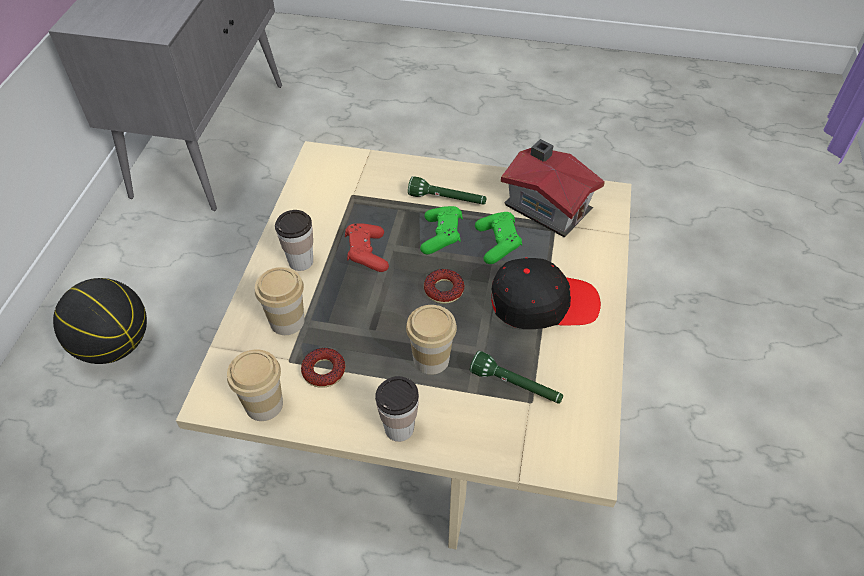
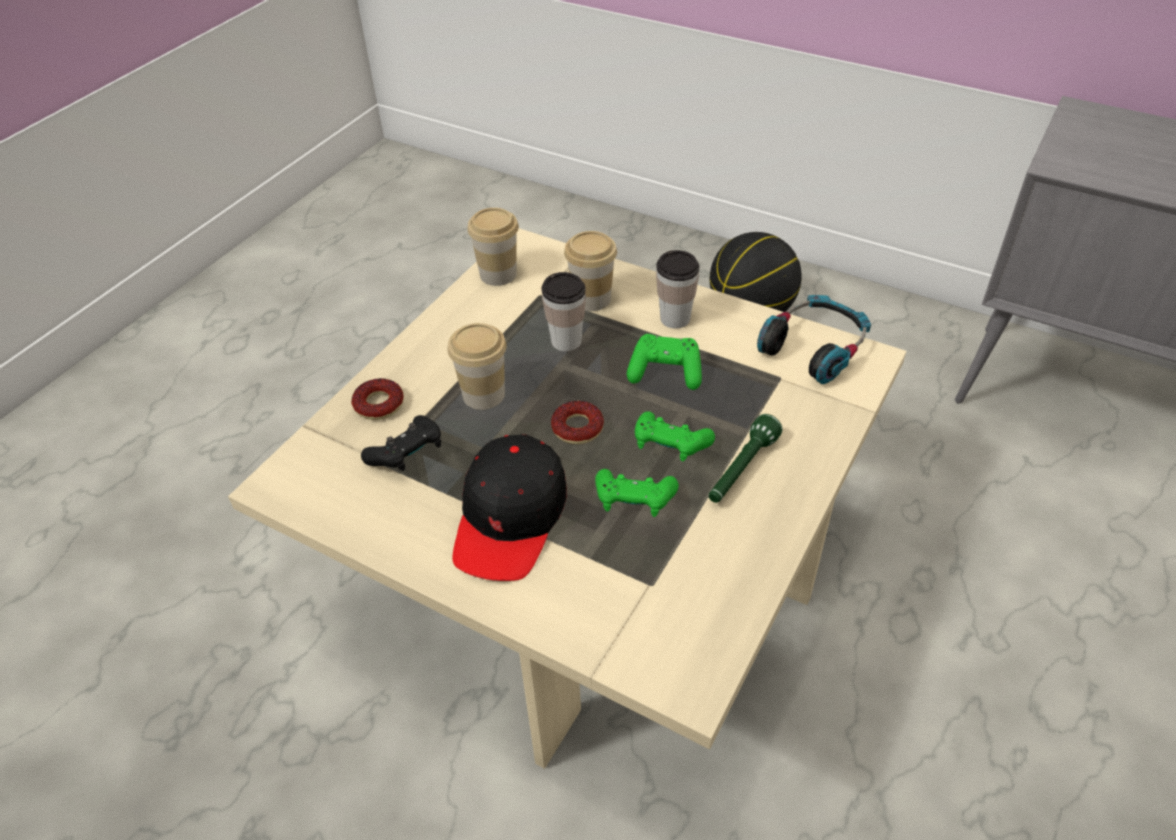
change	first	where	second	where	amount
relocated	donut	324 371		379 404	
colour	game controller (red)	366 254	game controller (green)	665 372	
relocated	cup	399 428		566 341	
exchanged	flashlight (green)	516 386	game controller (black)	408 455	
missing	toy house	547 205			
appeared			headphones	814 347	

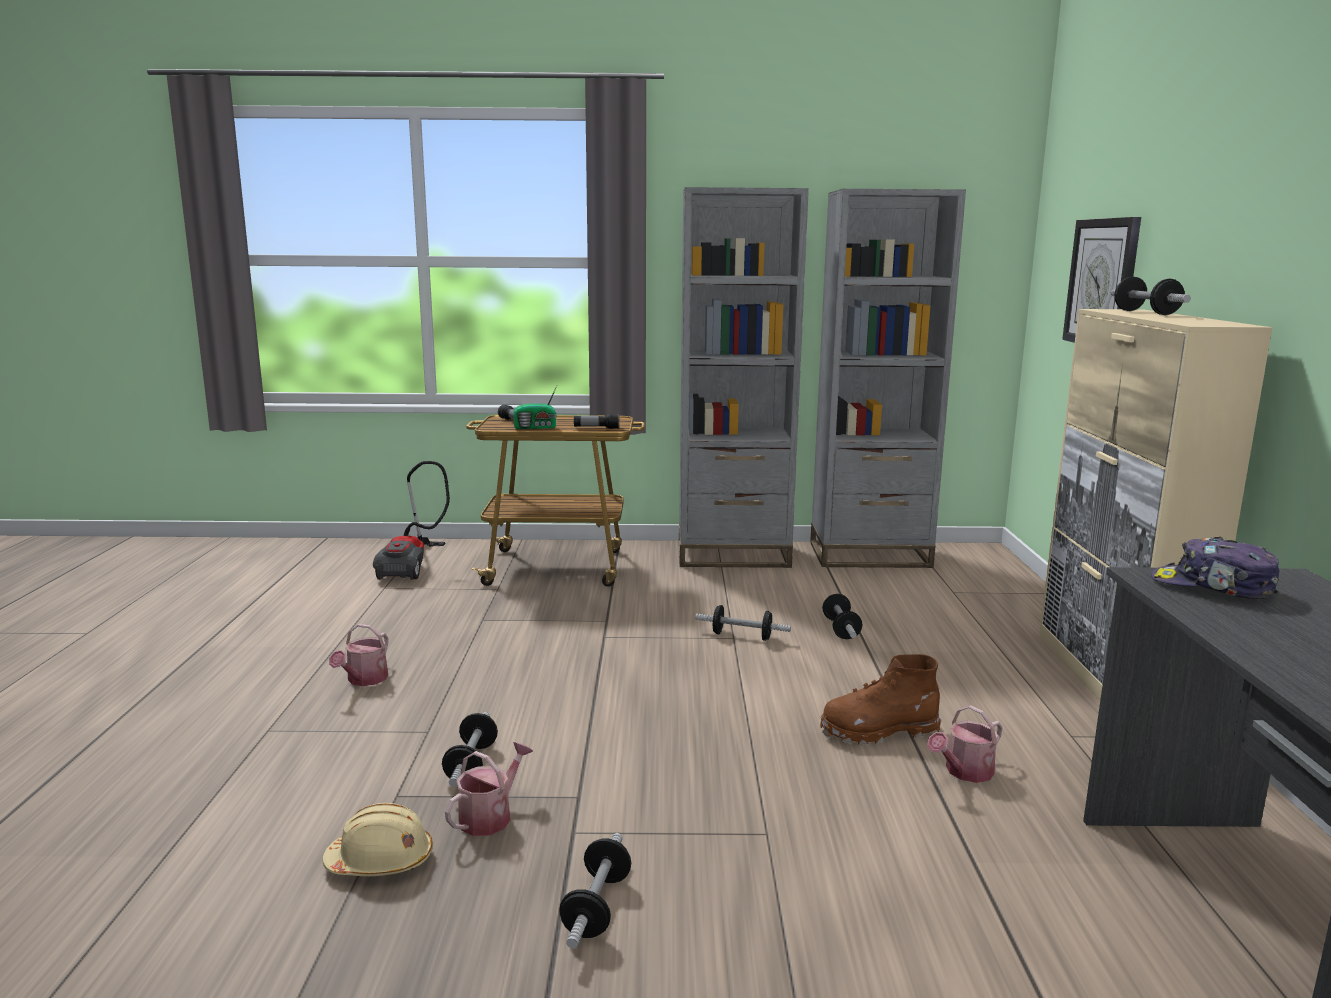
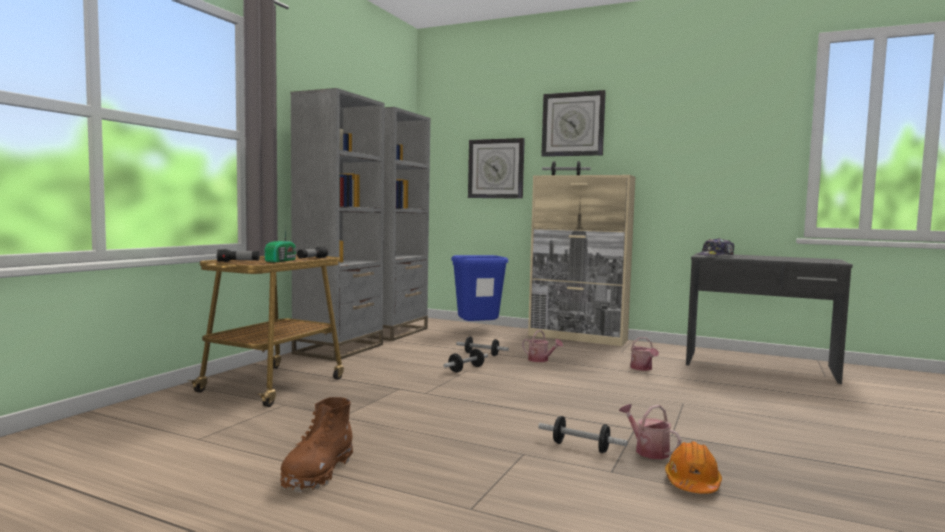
change	first	where	second	where	amount
colour	hard hat (beige)	381 861	hard hat (orange)	692 483	
relocated	watering can	364 680		540 360	
missing	vacuum cleaner	413 566			
missing	dumbbell	597 907			
relocated	boot (brown)	878 731		317 472	
appeared			trash can (blue)	478 331	
appeared			wall clock	573 124	

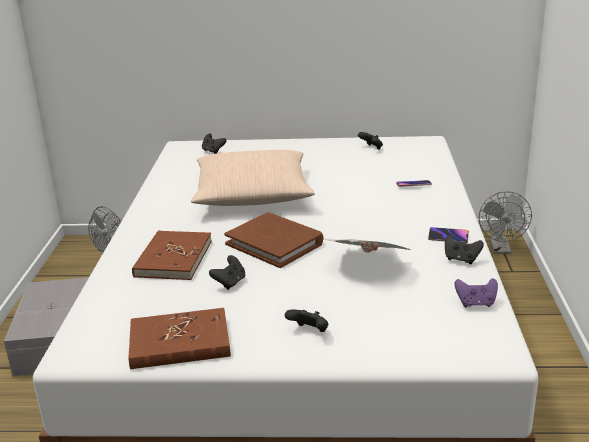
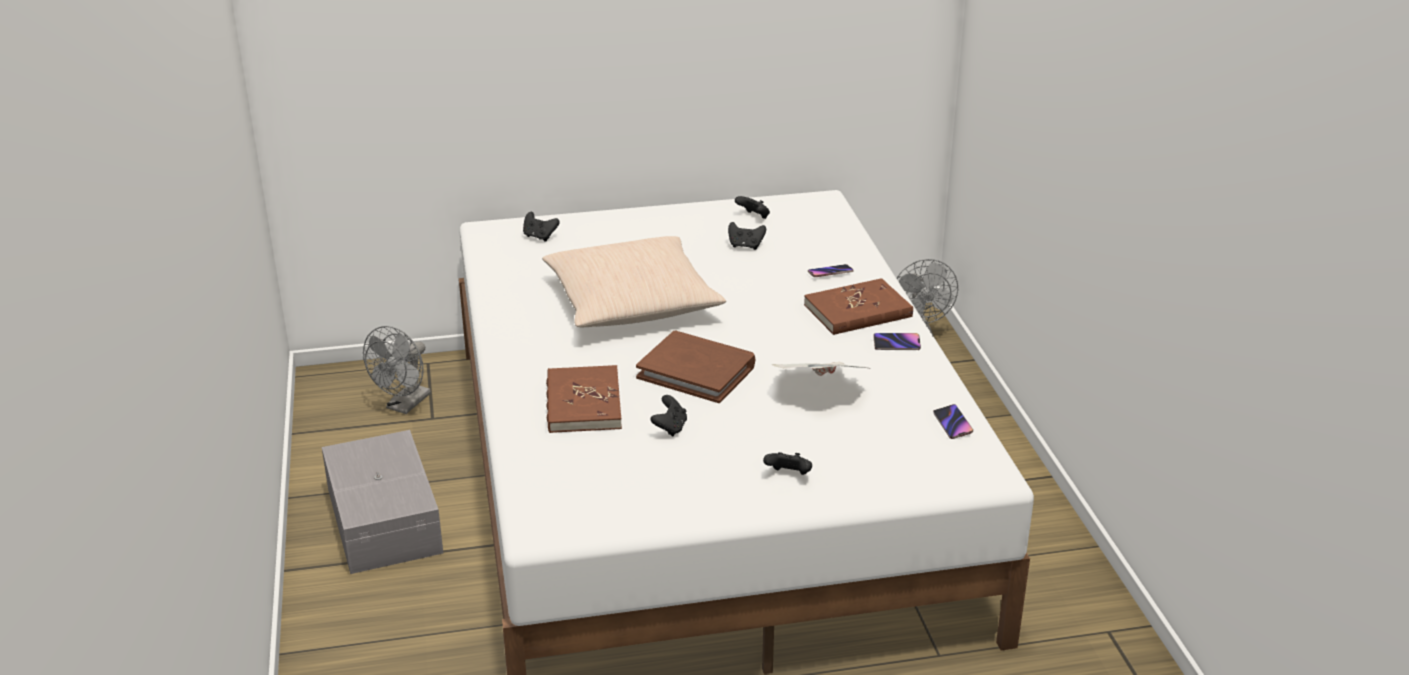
change	first	where	second	where	amount
relocated	book (brown)	180 343		858 311	
relocated	game controller (black)	461 259		745 246	
exchanged	game controller (purple)	476 303	phone	952 424	

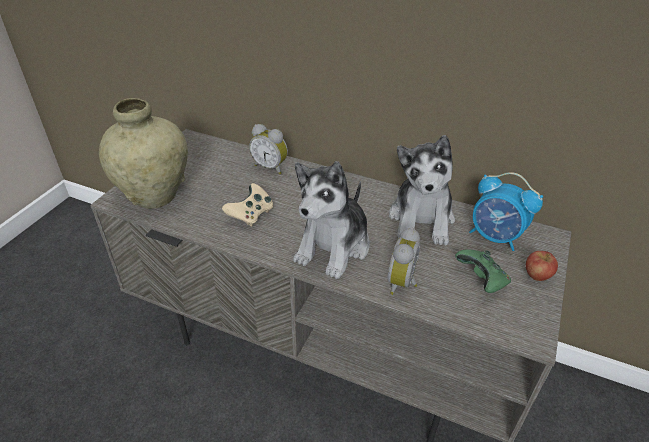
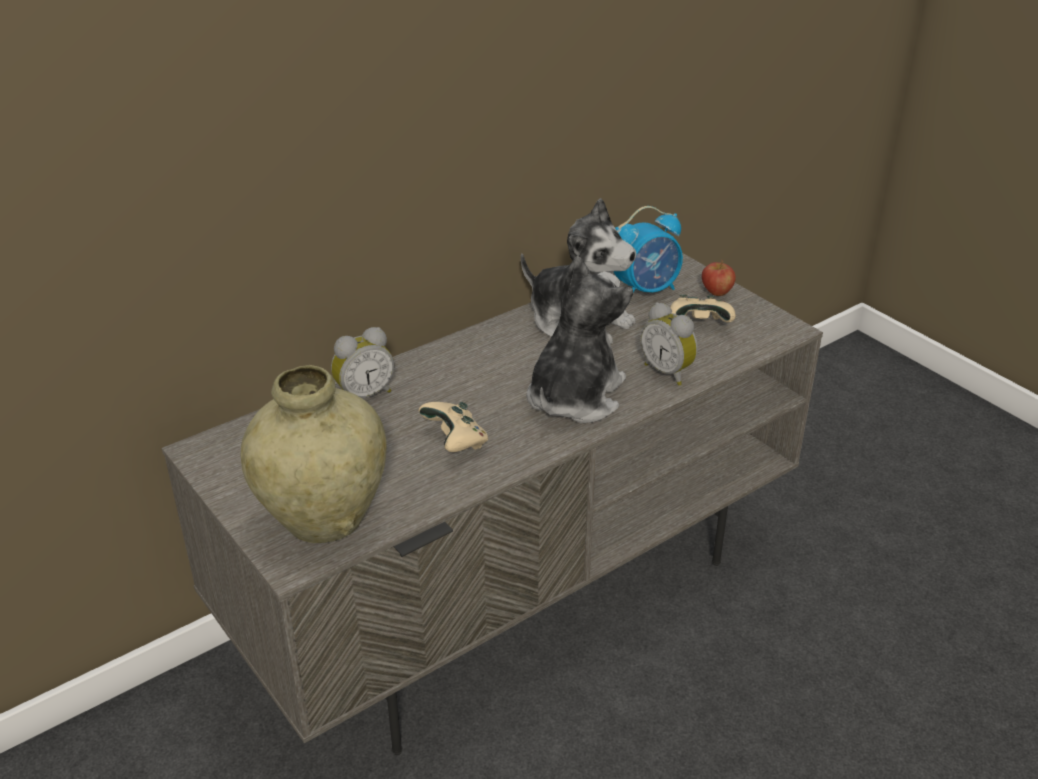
change	first	where	second	where	amount
spun	plush toy	334 246		574 397	120 degrees counterclockwise
colour	game controller (green)	482 280	game controller (beige)	700 324	

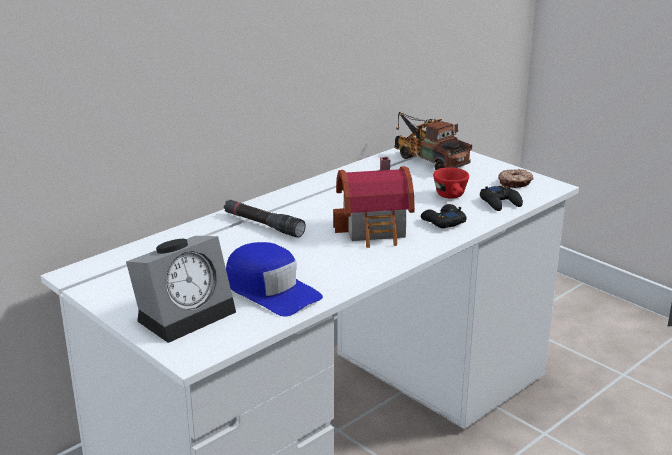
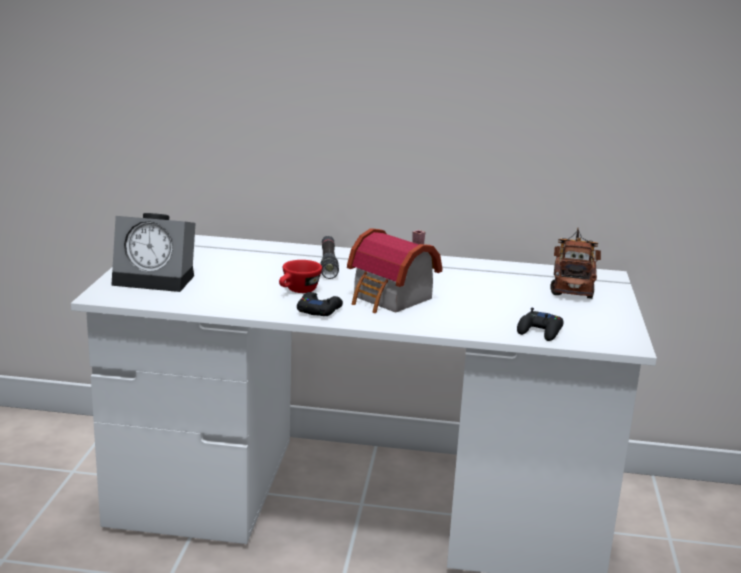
change	first	where	second	where	amount
missing	cap (blue)	271 290			
relocated	game controller (black)	443 221		319 310	
relocated	cup (red)	452 197		298 291	
missing	donut	515 183			

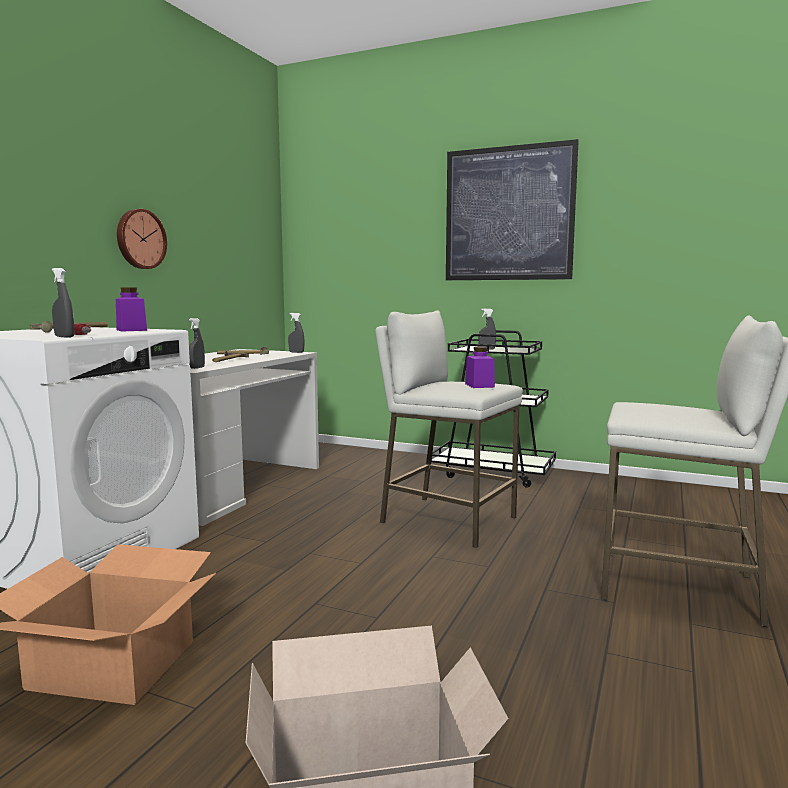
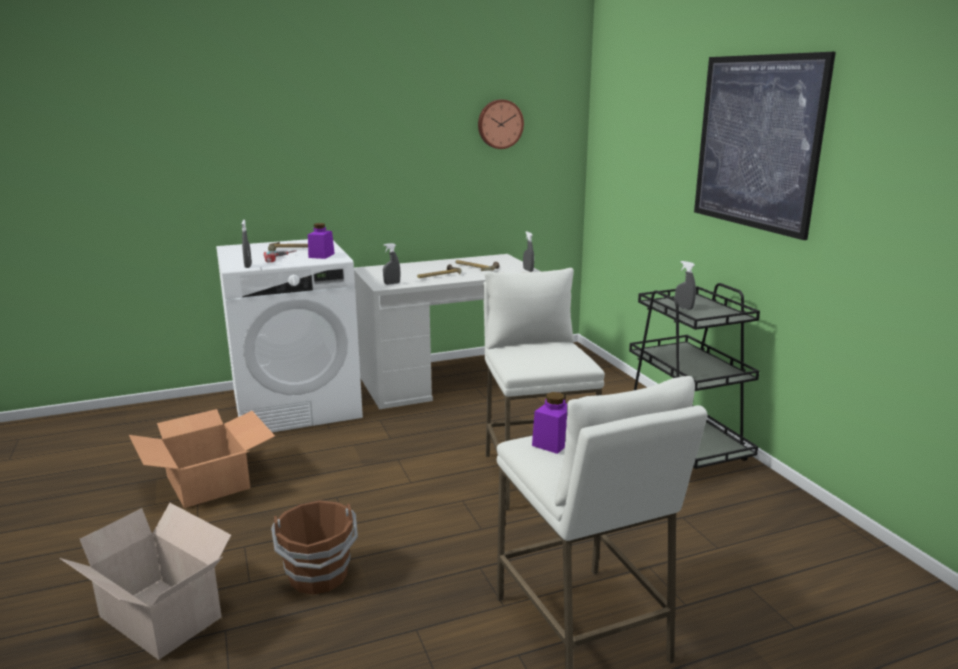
change	first	where	second	where	amount
relocated	wall clock	140 239		499 124	
relocated	jar (purple)	479 385		553 442	
appeared			bucket (brown)	319 576	

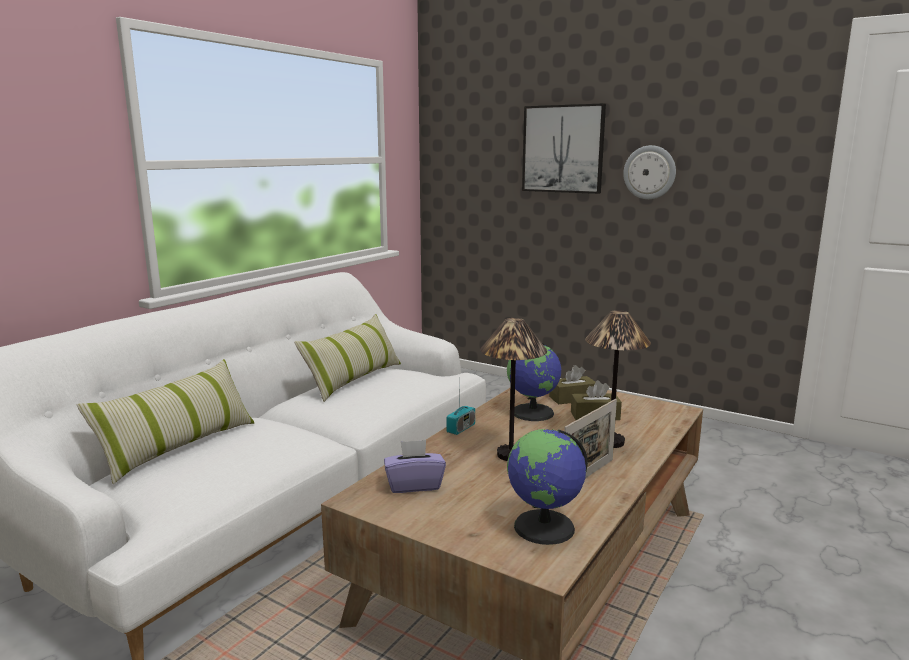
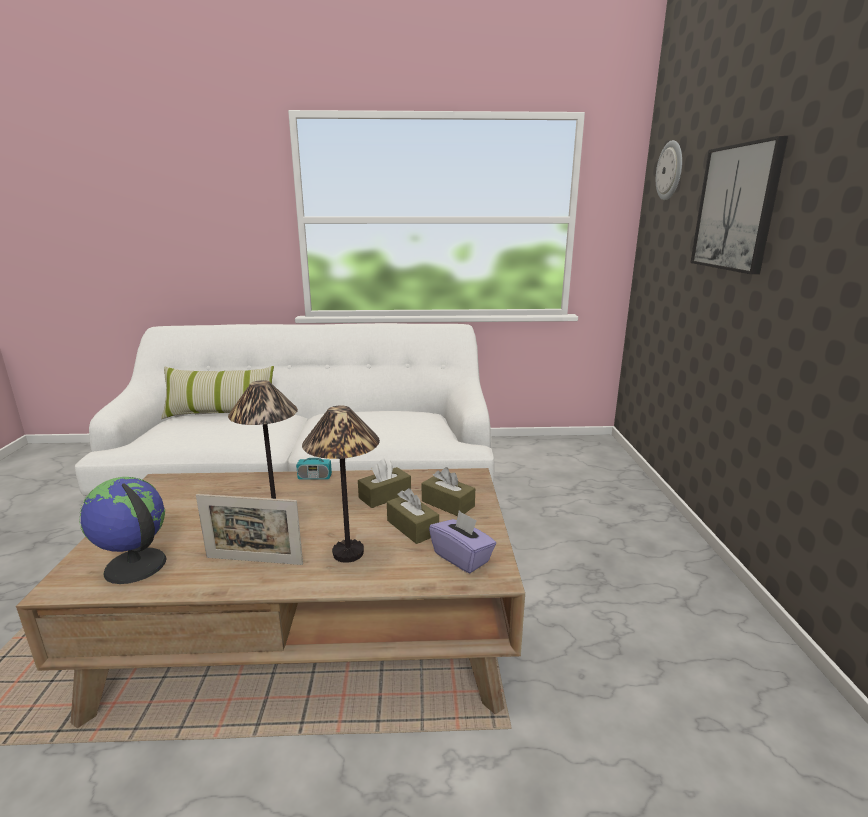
change	first	where	second	where	amount
missing	pillow	354 379			
relocated	tissue box (purple)	414 485		462 557	
exchanged	globe	533 413	tissue box (brown)	385 496	
relocated	wall clock	649 172		670 170	

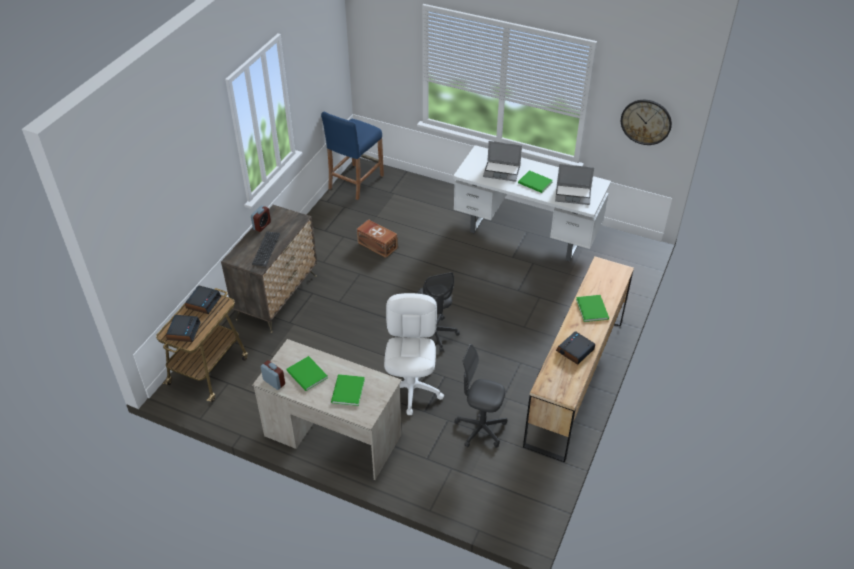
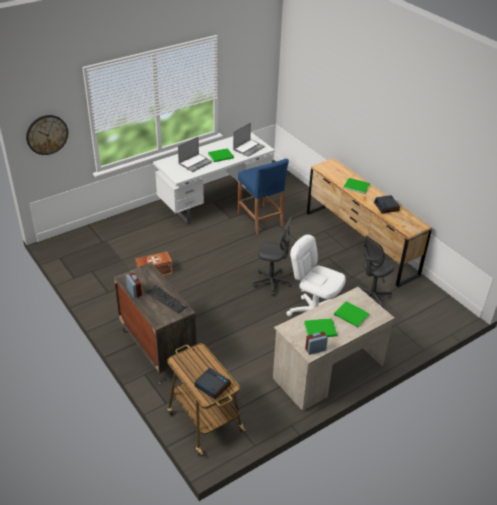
change	first	where	second	where	amount
missing	alarm clock	203 302			
relocated	stool (blue)	355 182		260 219	
relocated	wall clock	646 121		47 134	

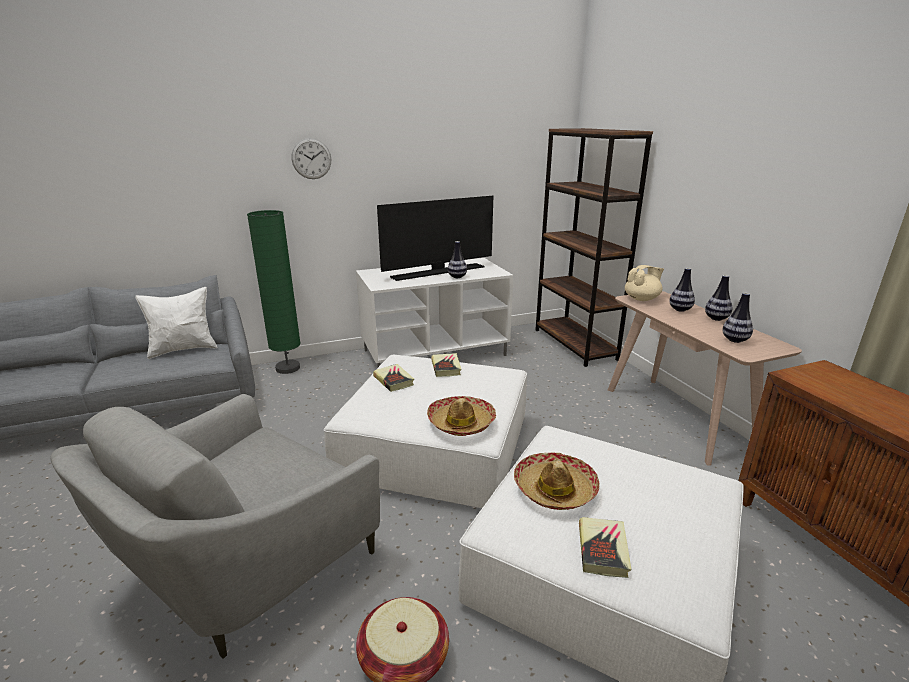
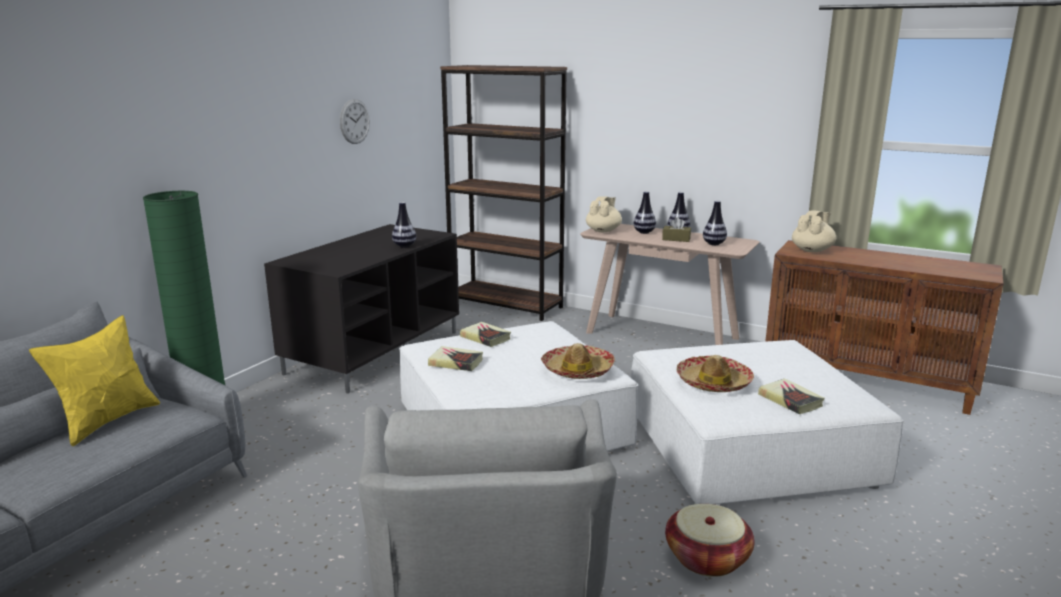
change	first	where	second	where	amount
colour	pillow (white)	184 349	pillow (yellow)	107 420	
relocated	wall clock	311 159		354 121	
colour	tv stand (white)	435 352	tv stand (black)	374 351	
missing	television	438 272			
appeared			tissue box (brown)	676 239	
appeared			teapot (beige)	812 250	

